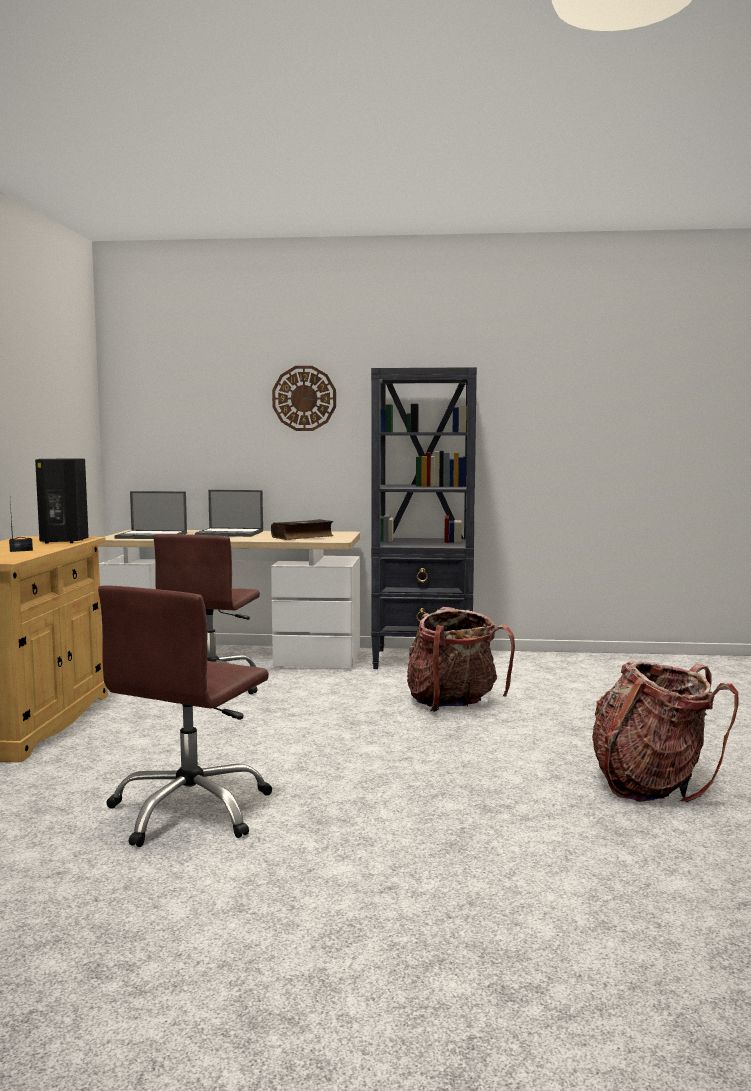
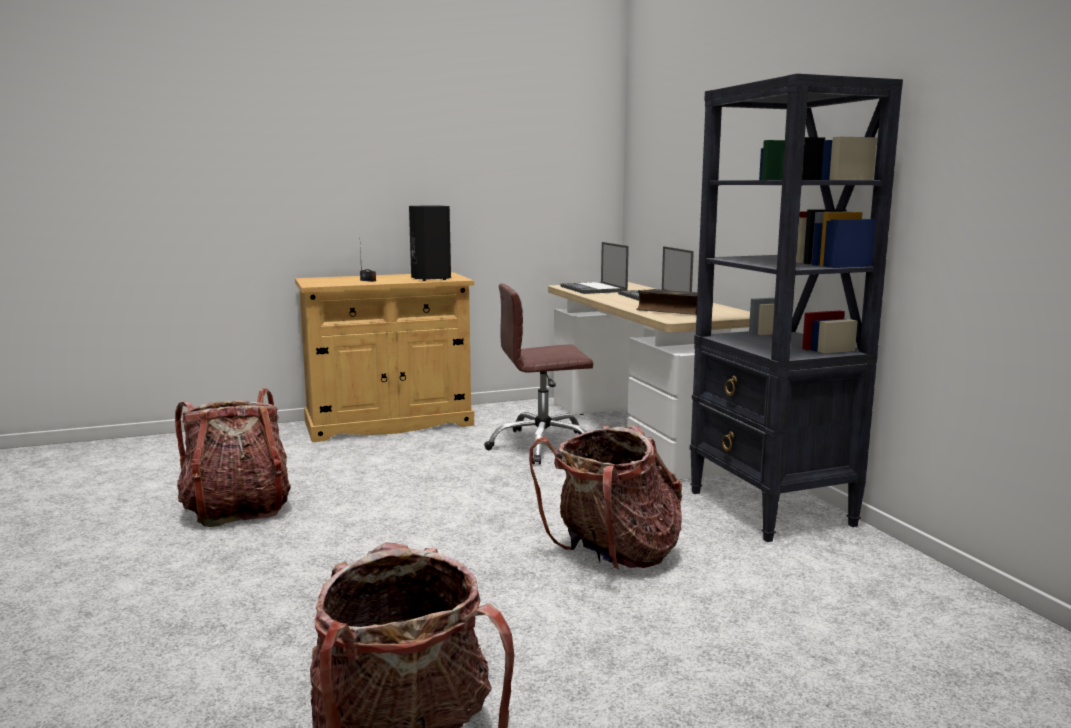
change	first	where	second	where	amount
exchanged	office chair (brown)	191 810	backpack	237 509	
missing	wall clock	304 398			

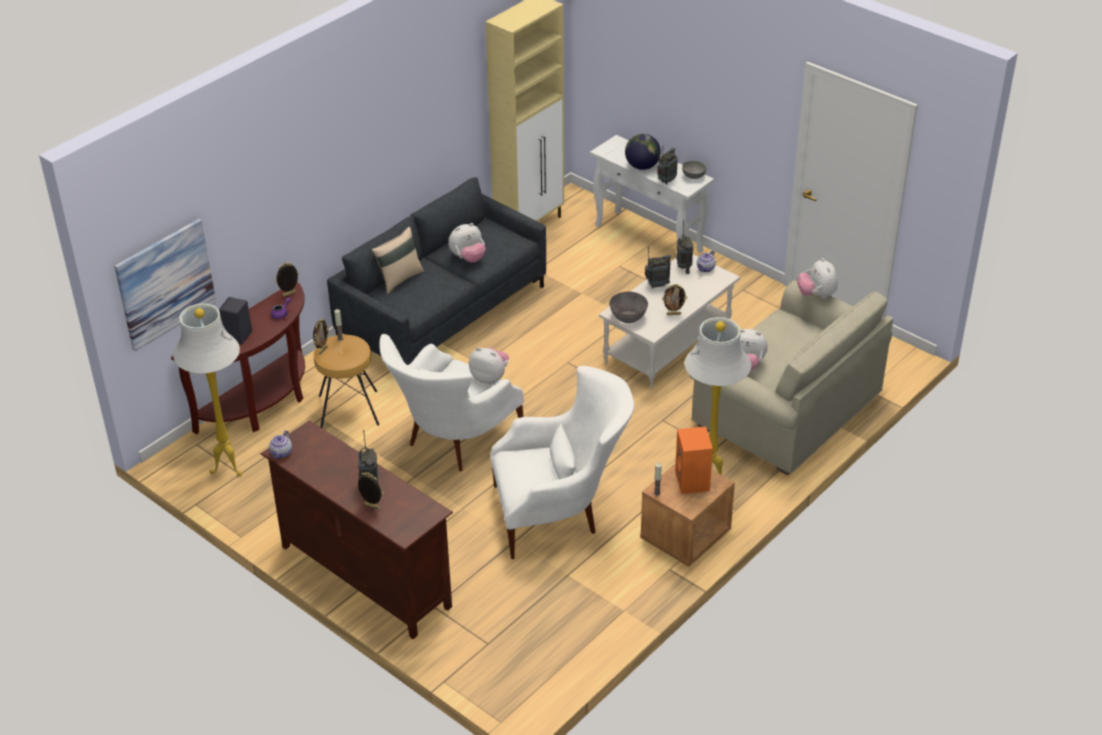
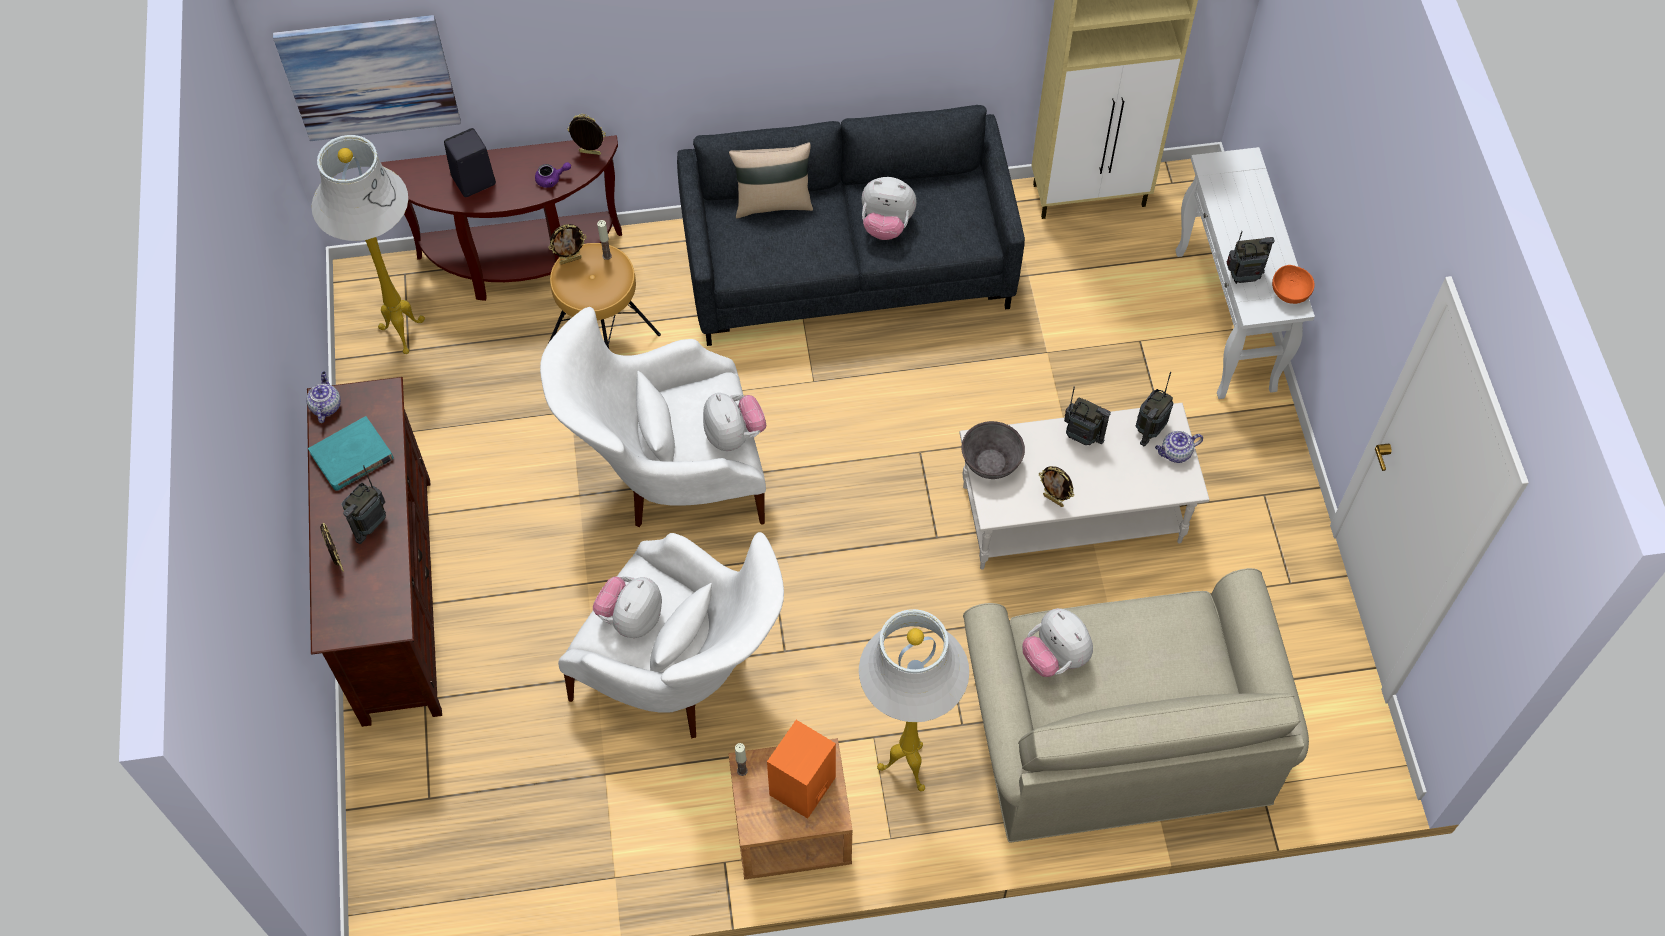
change	first	where	second	where	amount
spun	teapot	281 453		326 406	120 degrees clockwise
missing	globe	642 166			
colour	bowl (grey)	693 176	bowl (orange)	1290 292	
relocated	plush toy	816 295		631 618	
appeared			book (turquoise)	352 457	

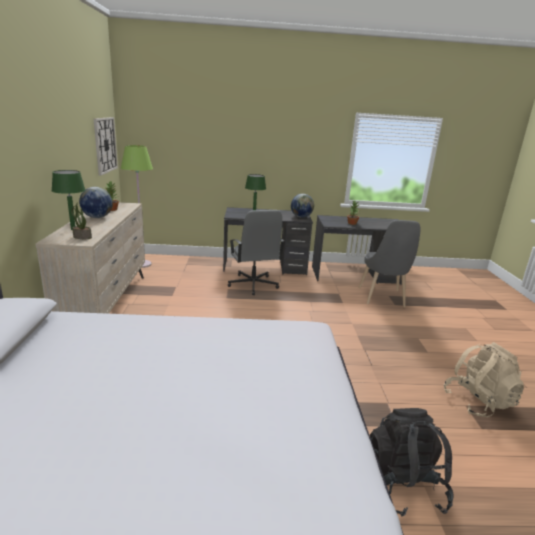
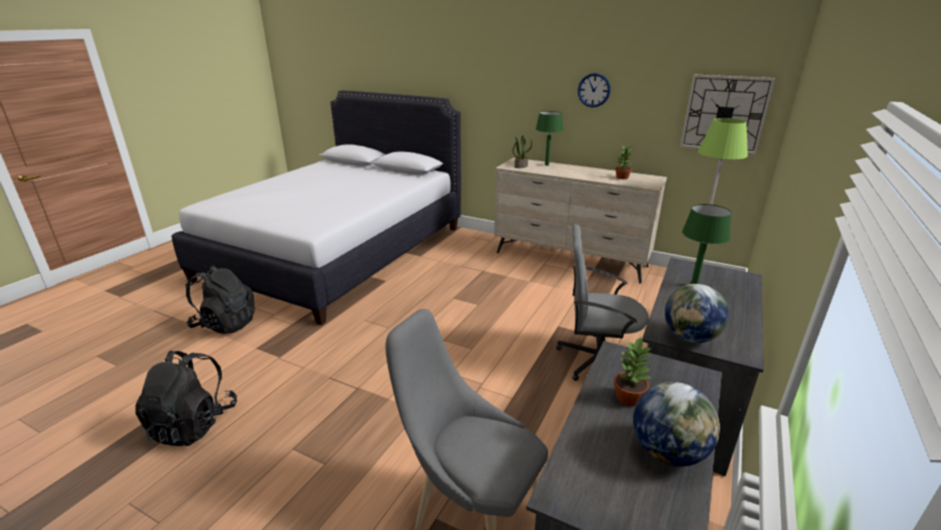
change	first	where	second	where	amount
relocated	globe	97 217		668 452	
colour	backpack (beige)	478 402	backpack (black)	194 424	
appeared			wall clock	594 90	

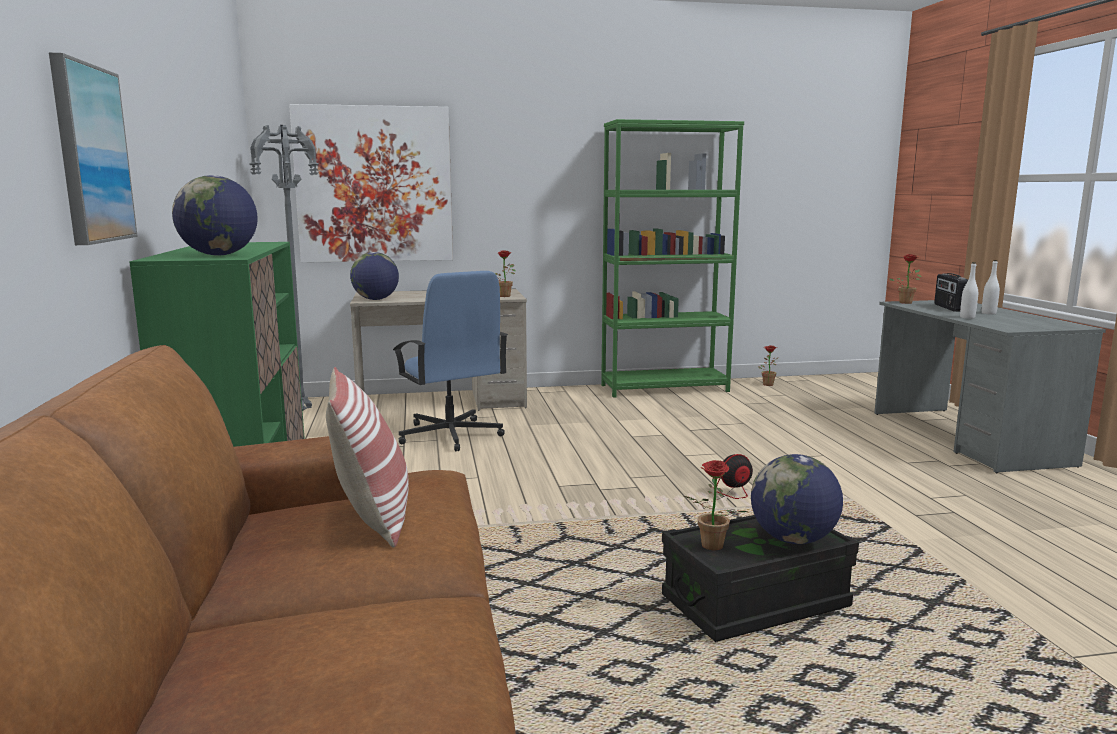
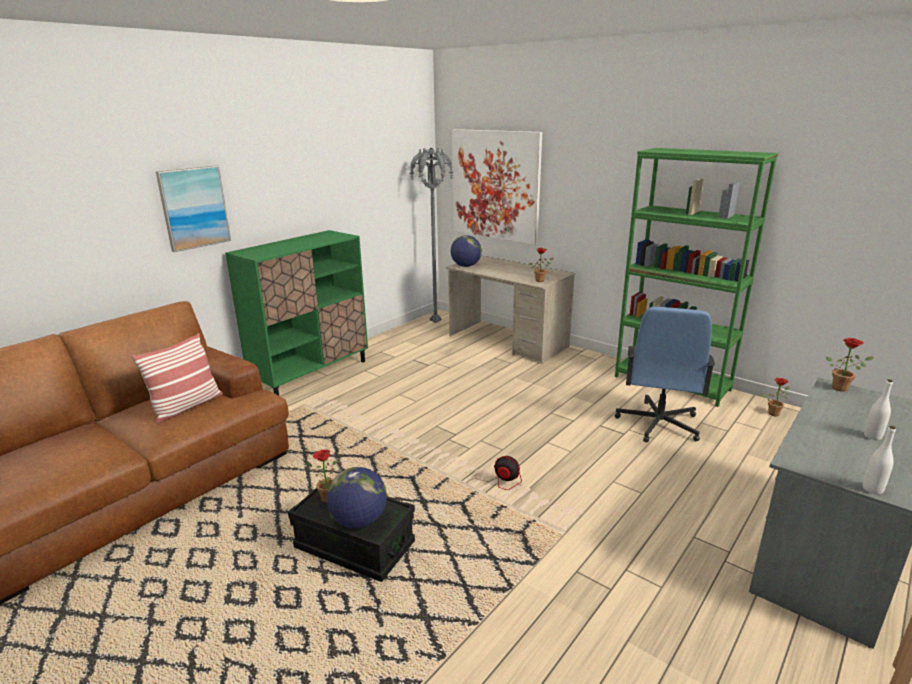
change	first	where	second	where	amount
missing	globe	219 255			
relocated	office chair (blue)	450 435		658 424	
missing	radio	949 308			
relocated	bottle (white)	967 317		872 489	

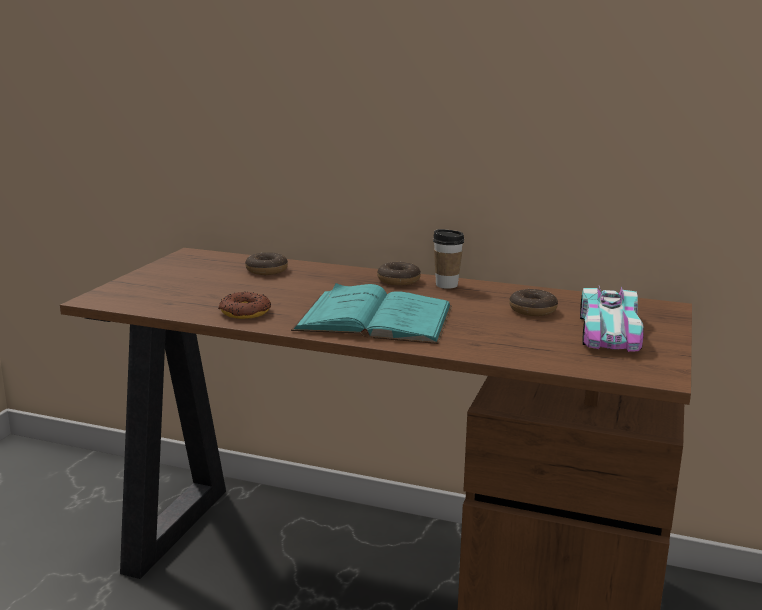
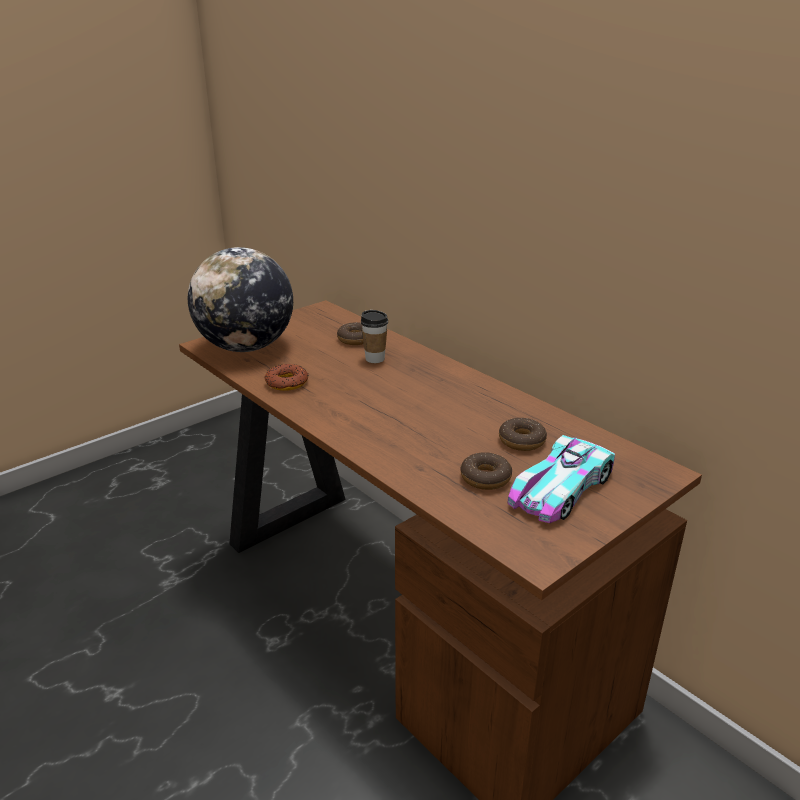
change	first	where	second	where	amount
missing	book (turquoise)	375 318			
relocated	donut	398 280		485 478	
relocated	cup	446 285		375 359	
appeared			globe	246 347	

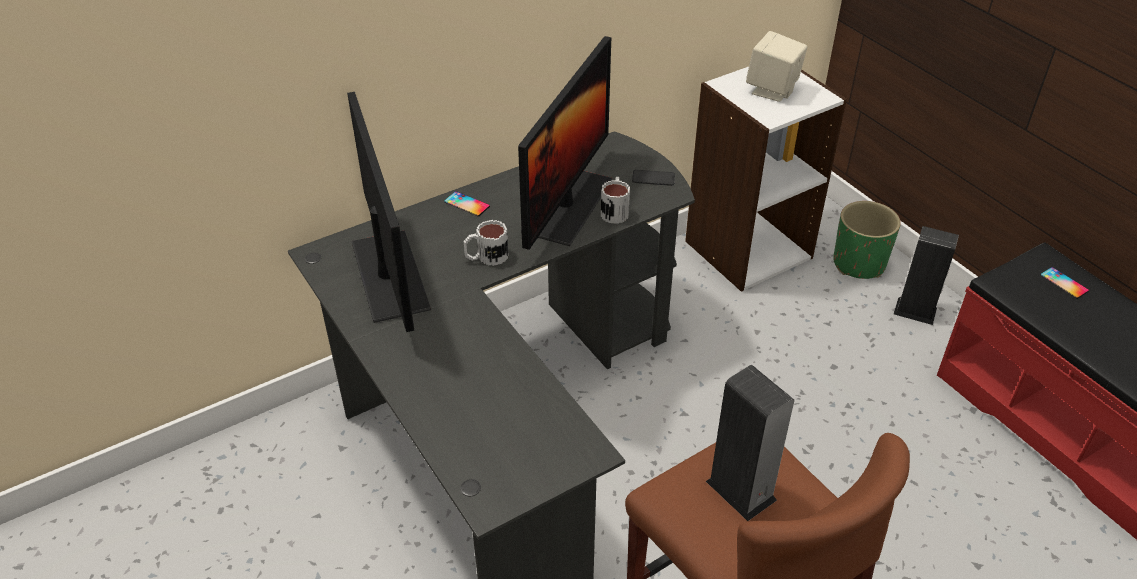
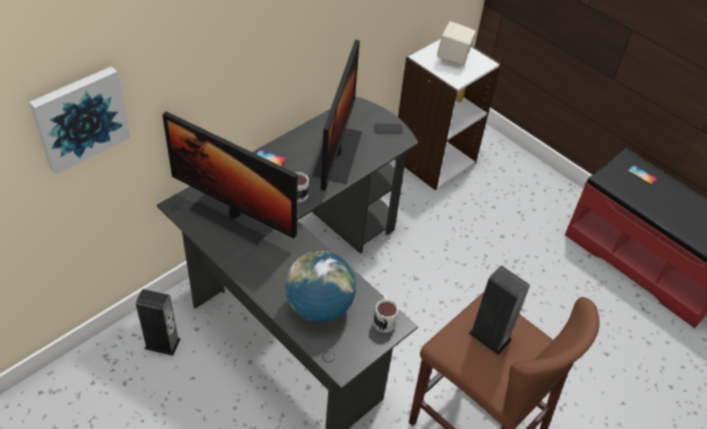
change	first	where	second	where	amount
spun	monitor	390 275		233 216	150 degrees clockwise
relocated	mug	615 210		384 318	
missing	planter (green)	859 263			
relocated	speaker	915 311		162 343	
appeared			picture	80 118	
appeared			globe	319 307	

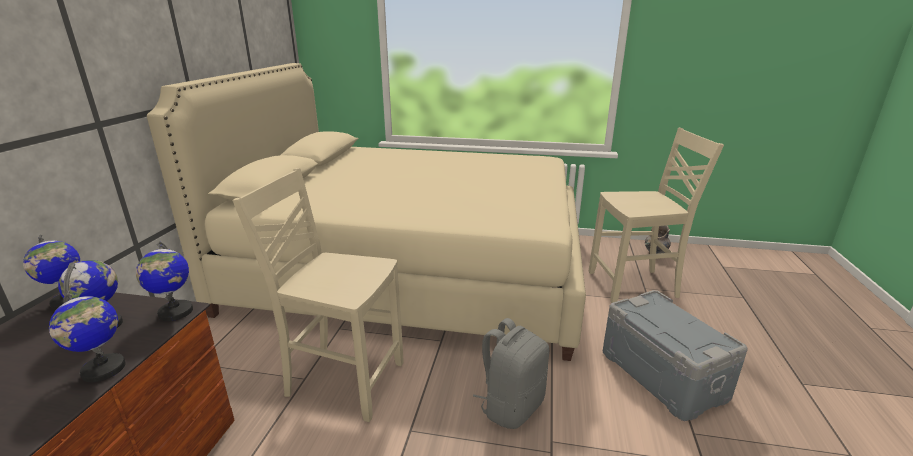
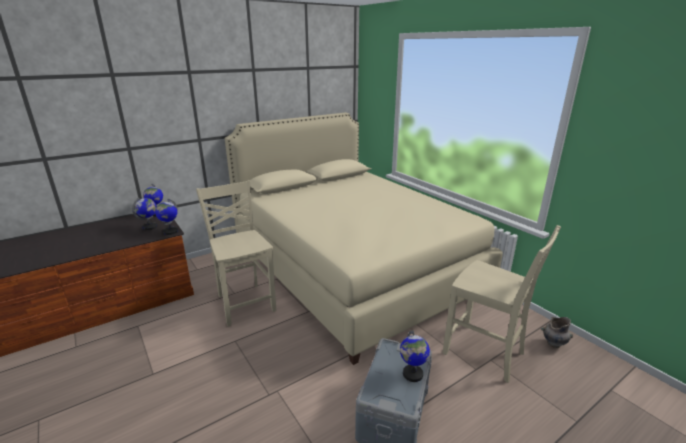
change	first	where	second	where	amount
relocated	globe	103 370		412 374	
missing	backpack (grey)	511 406			

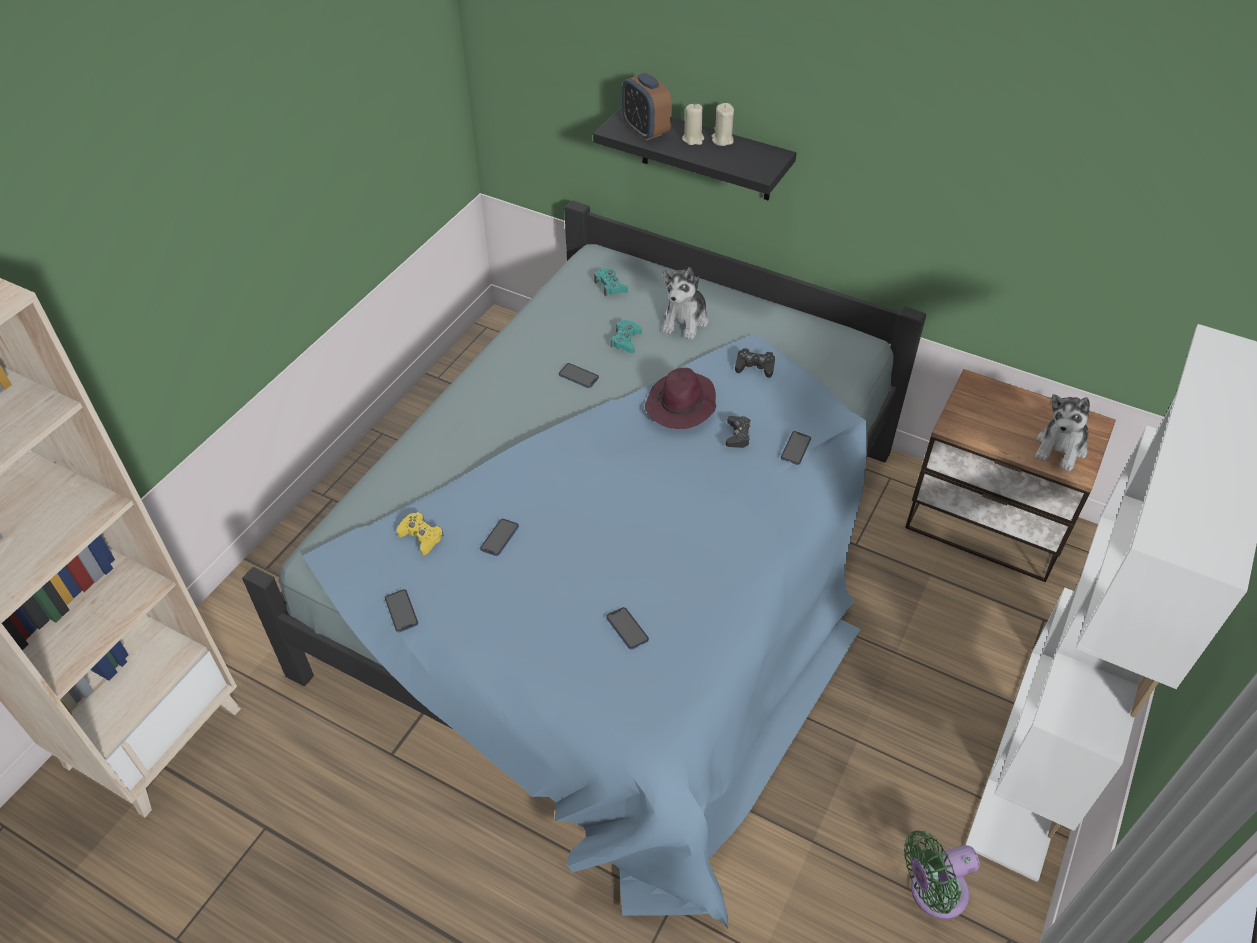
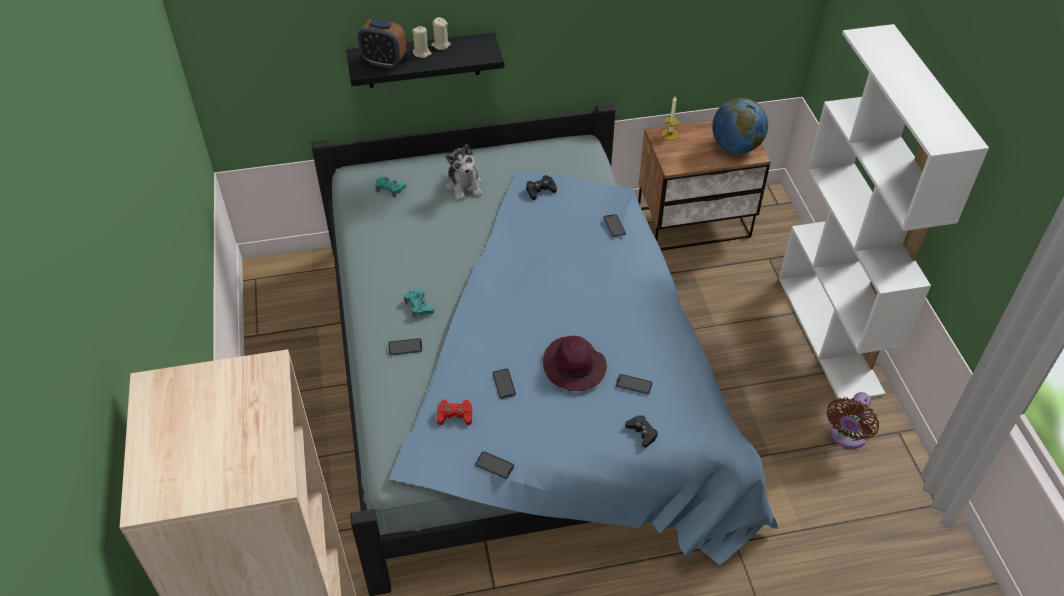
change	first	where	second	where	amount
colour	game controller (yellow)	421 536	game controller (red)	455 415	
relocated	phone	578 376		405 347	
relocated	game controller (turquoise)	625 340		419 306	
relocated	hat (purple)	681 405		574 367	
relocated	game controller (black)	738 435		642 433	
colour	fan (green)	932 892	fan (brown)	846 436	
exchanged	plush toy	1060 448	globe	736 147	
appeared			candle	670 134	

